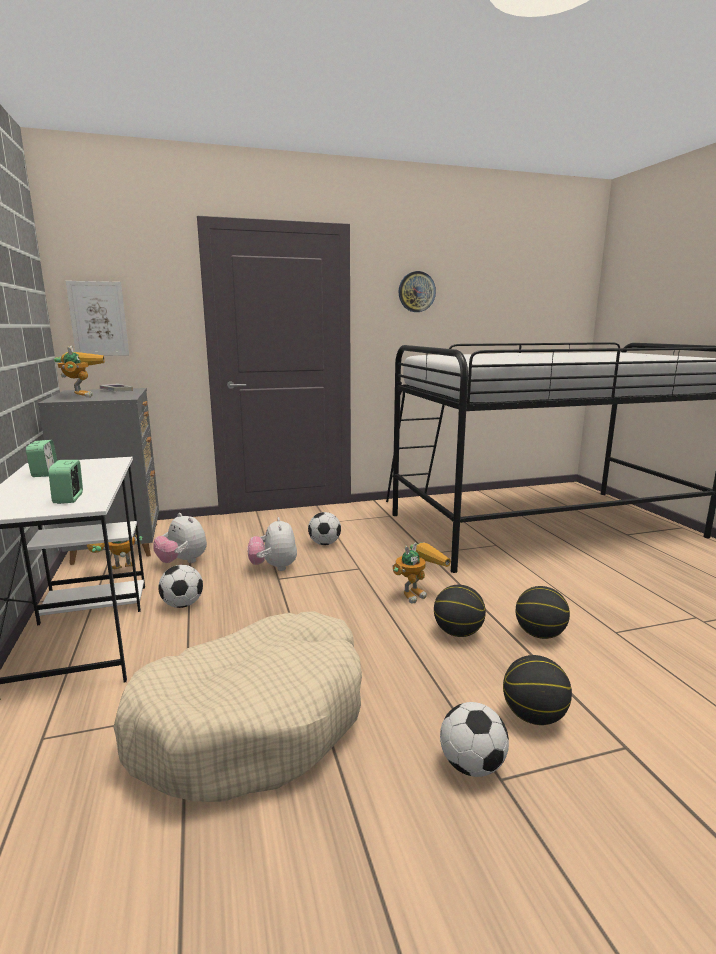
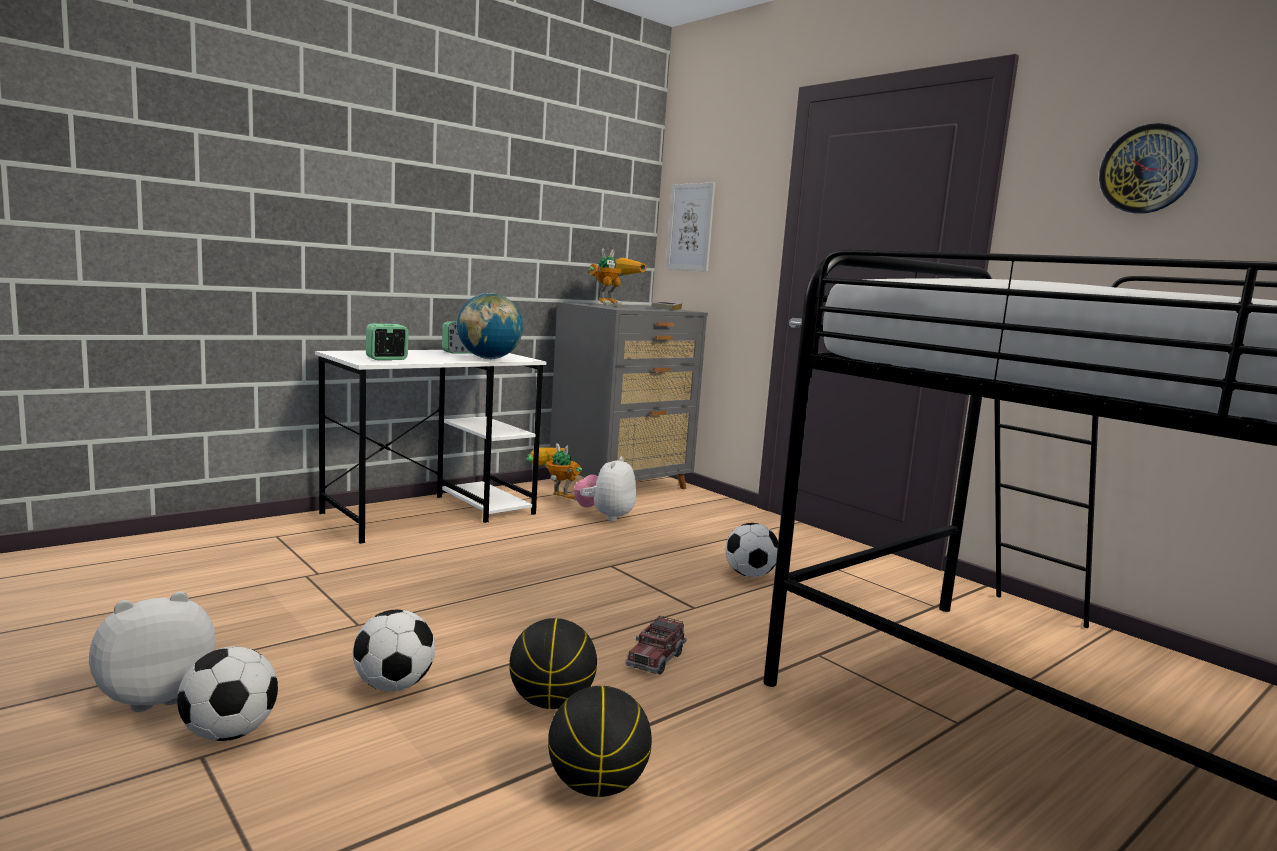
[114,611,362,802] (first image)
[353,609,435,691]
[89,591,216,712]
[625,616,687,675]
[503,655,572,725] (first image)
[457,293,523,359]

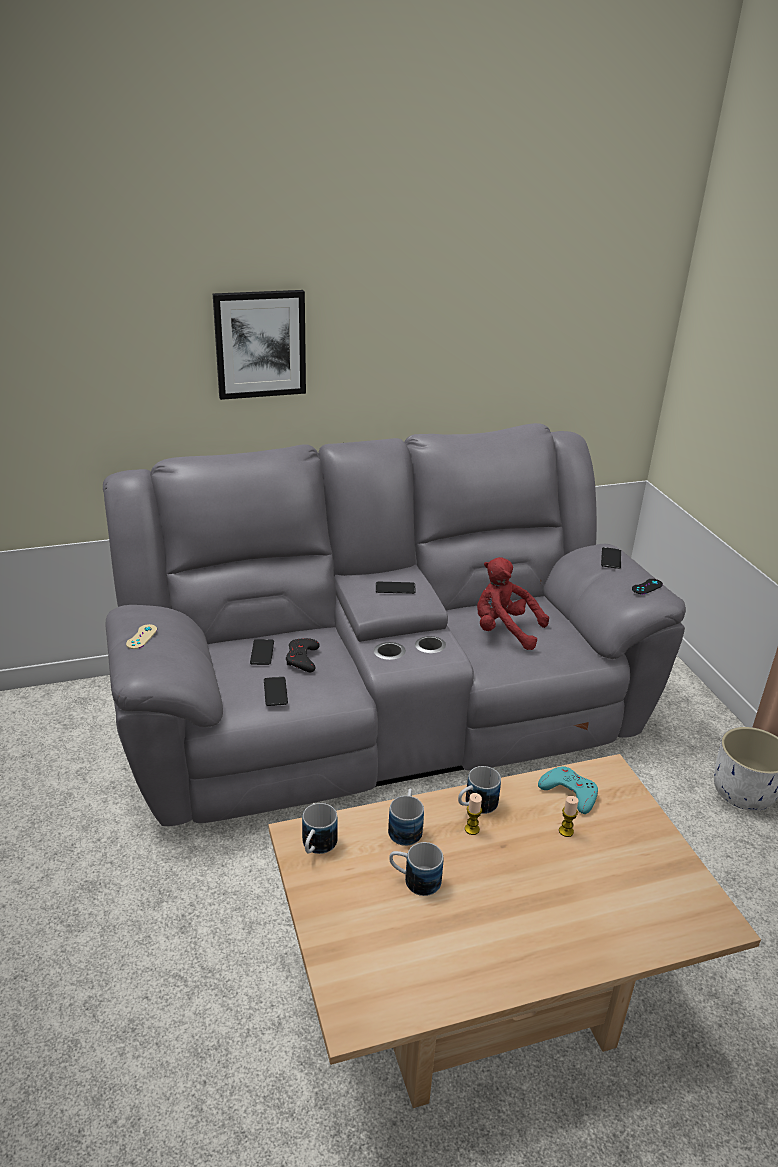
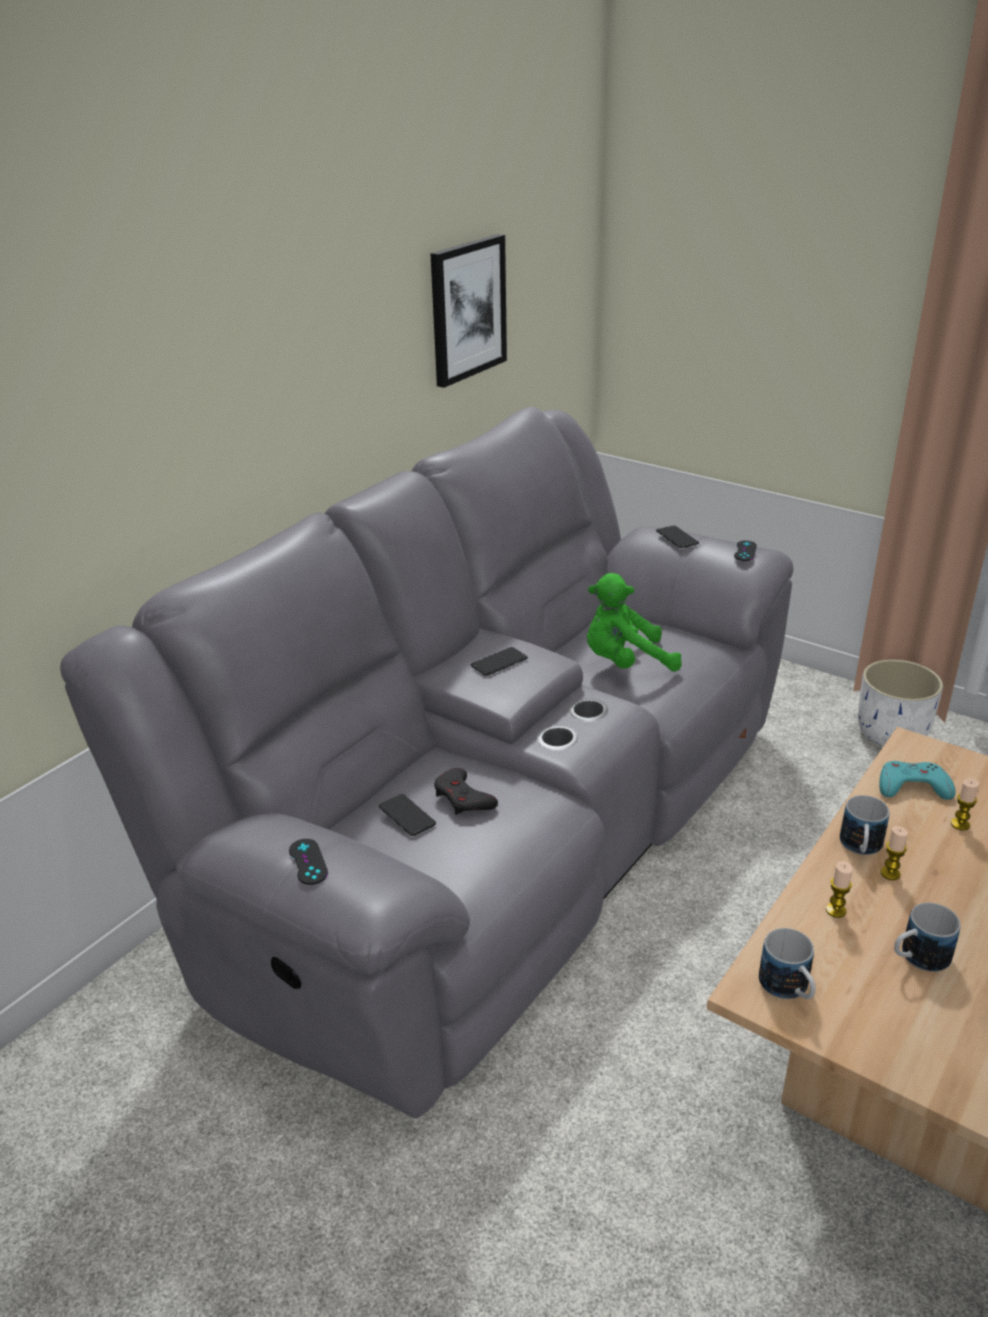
[289,839,328,885]
[430,234,507,388]
[264,677,288,706] (first image)
[826,861,853,918]
[587,573,682,671]

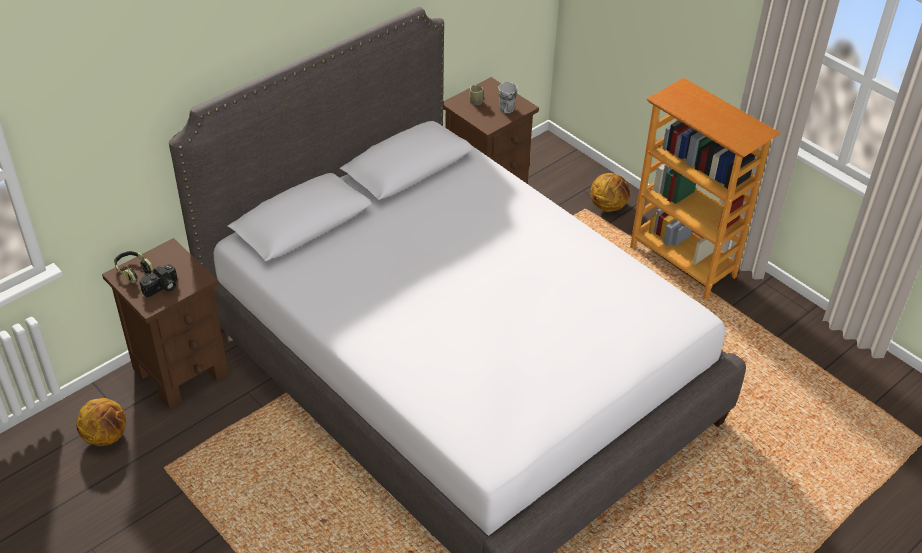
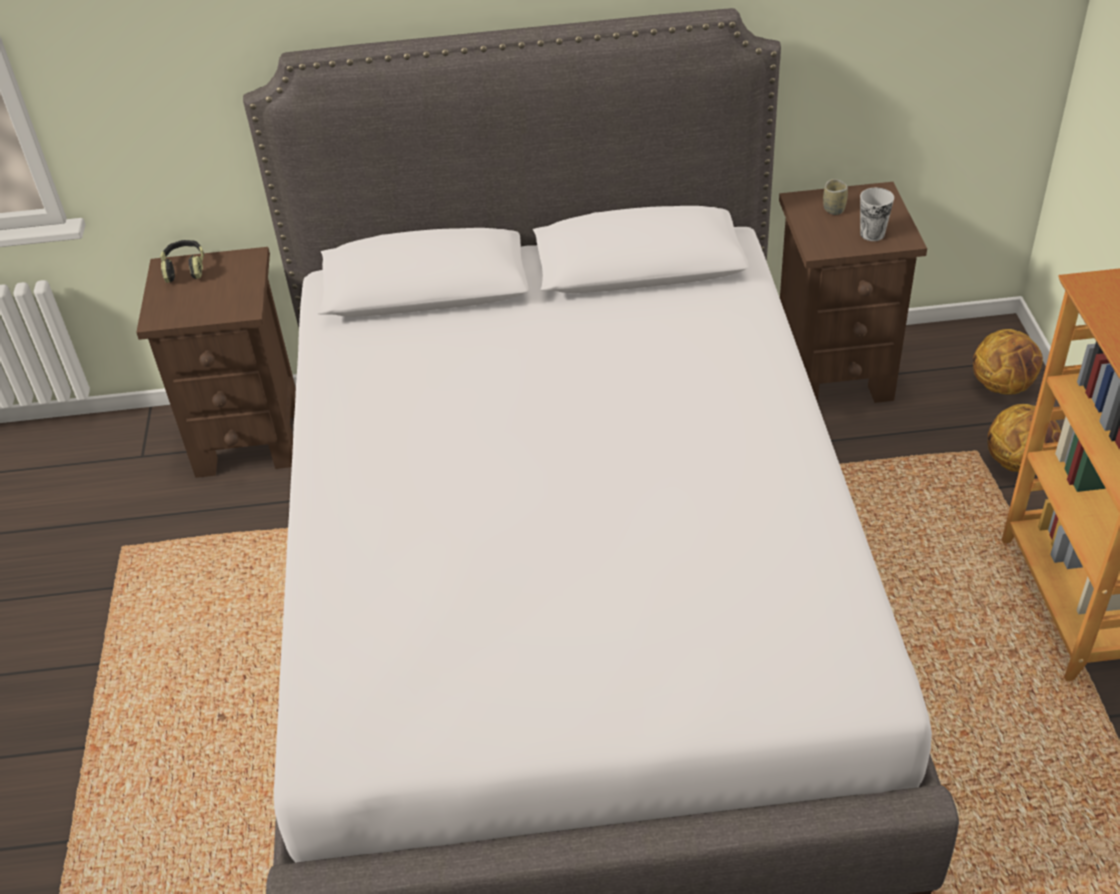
[973,329,1043,395]
[140,264,177,297] (first image)

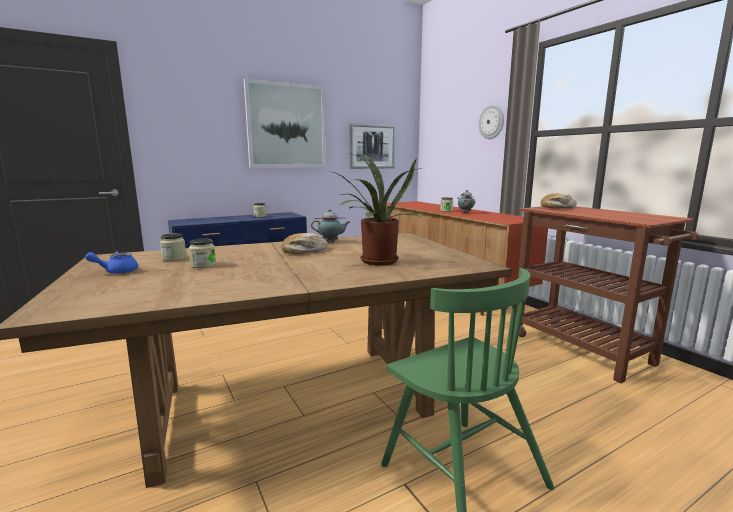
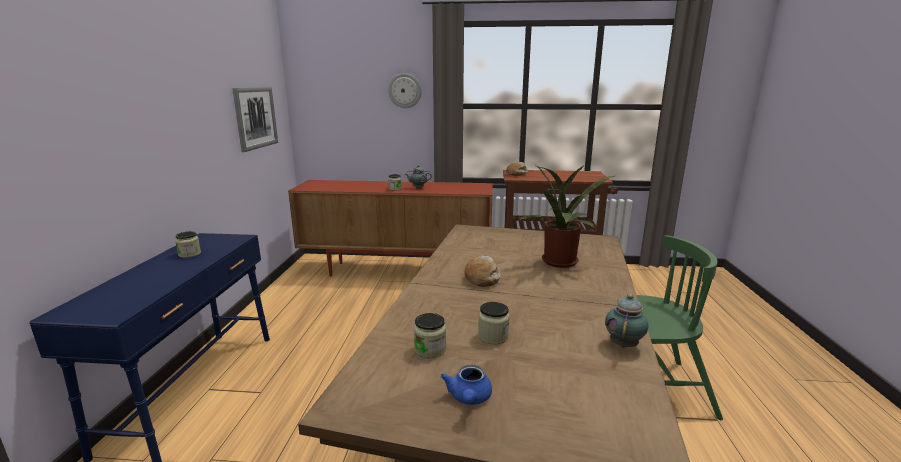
[244,79,326,168] (first image)
[605,294,648,348]

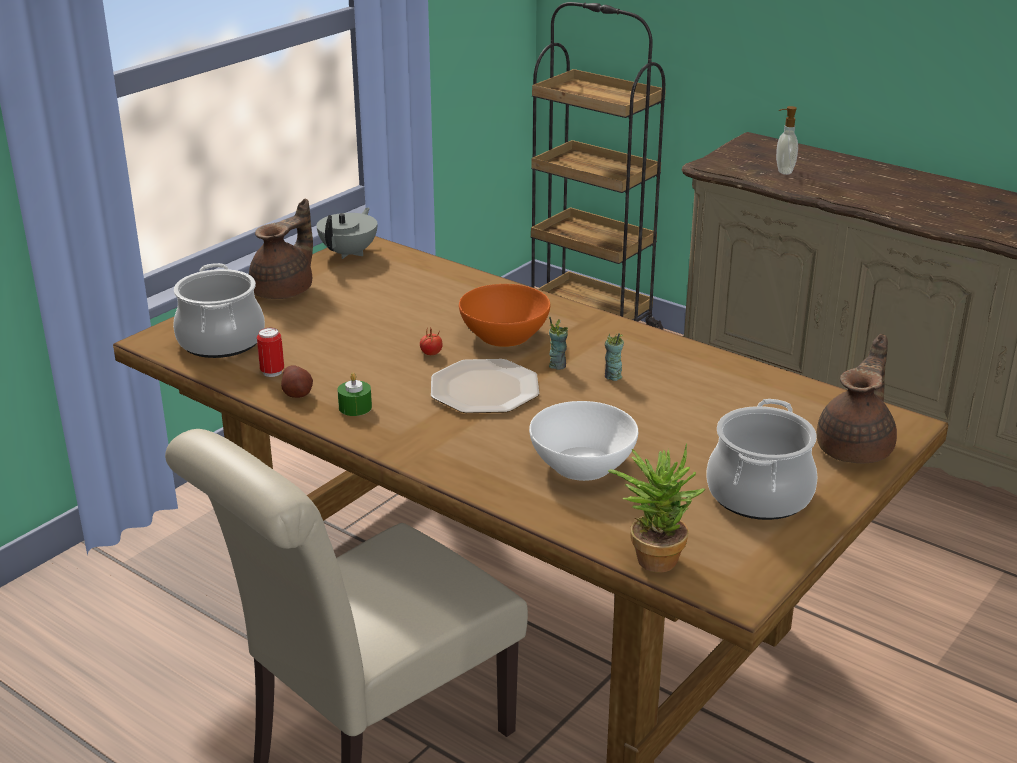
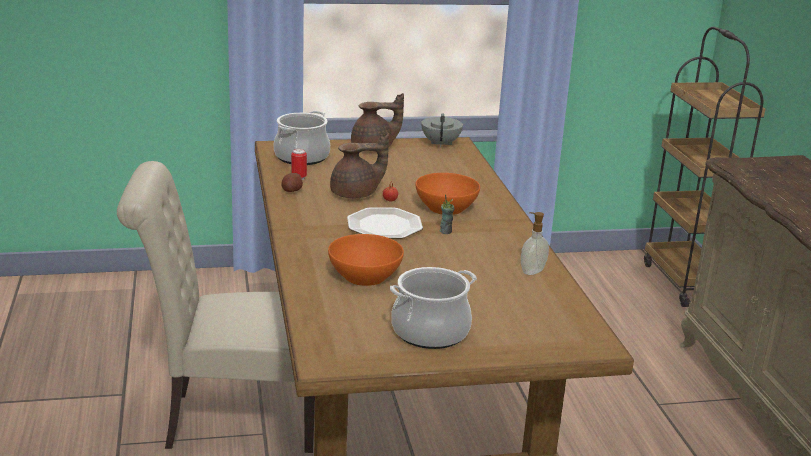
[422,113,463,147]
[338,373,372,416] (first image)
[328,234,404,286]
[605,333,624,381] (first image)
[608,444,705,573] (first image)
[521,212,549,275]
[330,132,389,198]

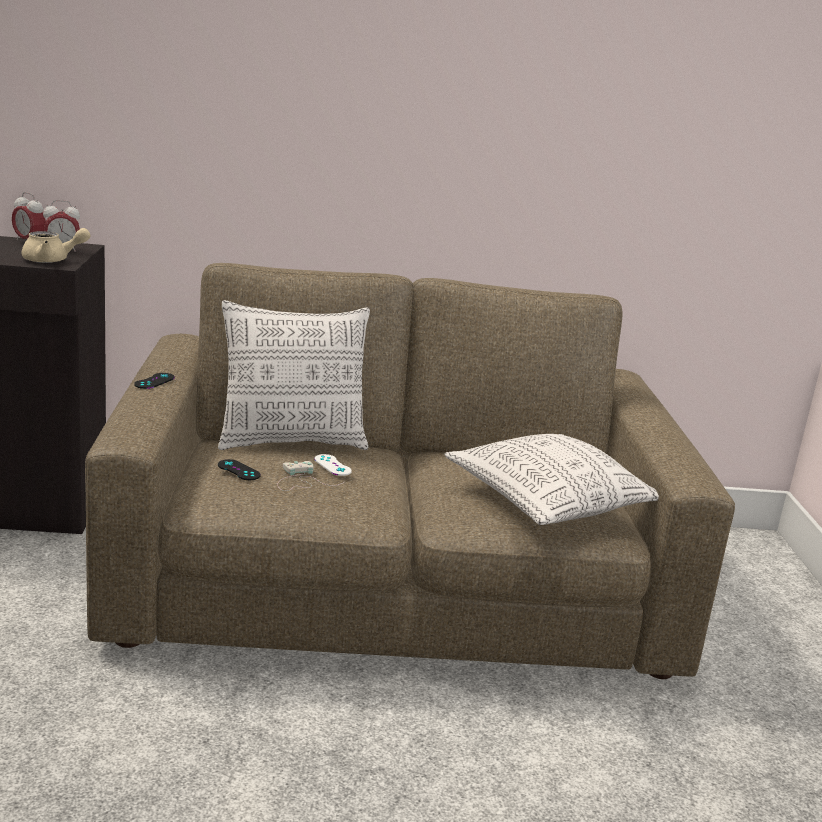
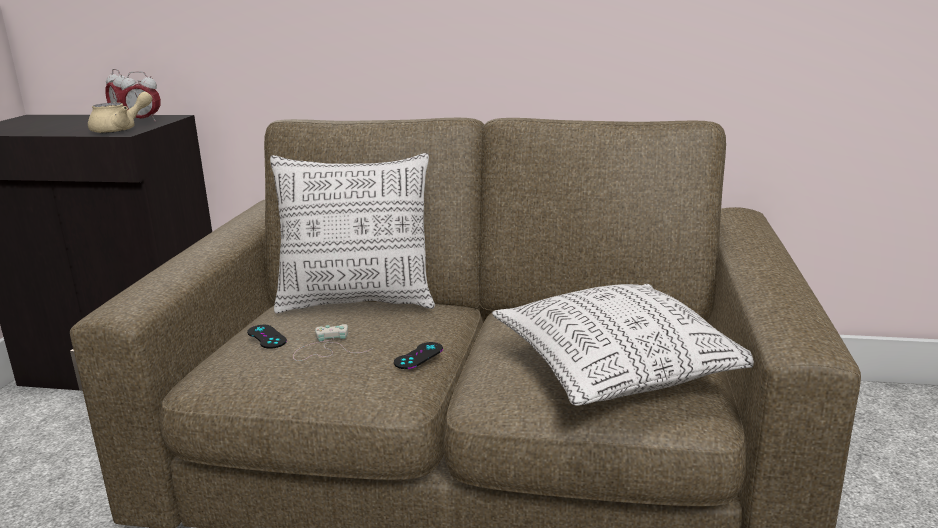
[88,92,152,133]
[394,342,443,369]
[314,454,352,476] (first image)

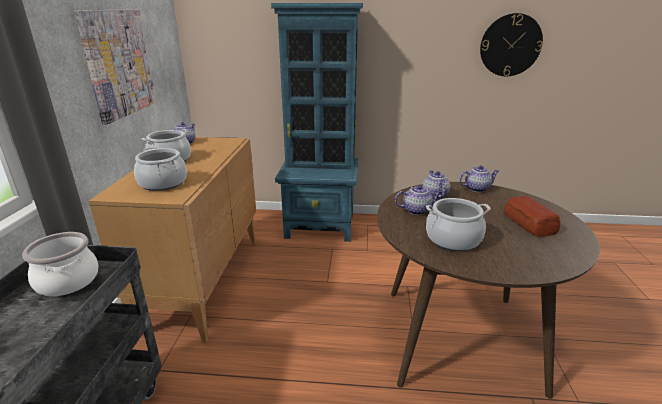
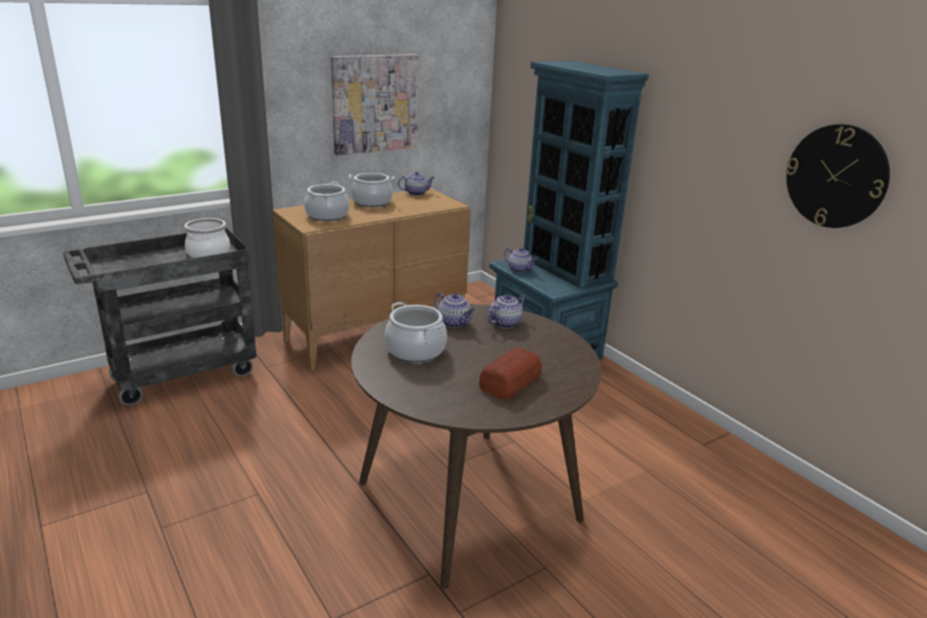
[504,248,538,273]

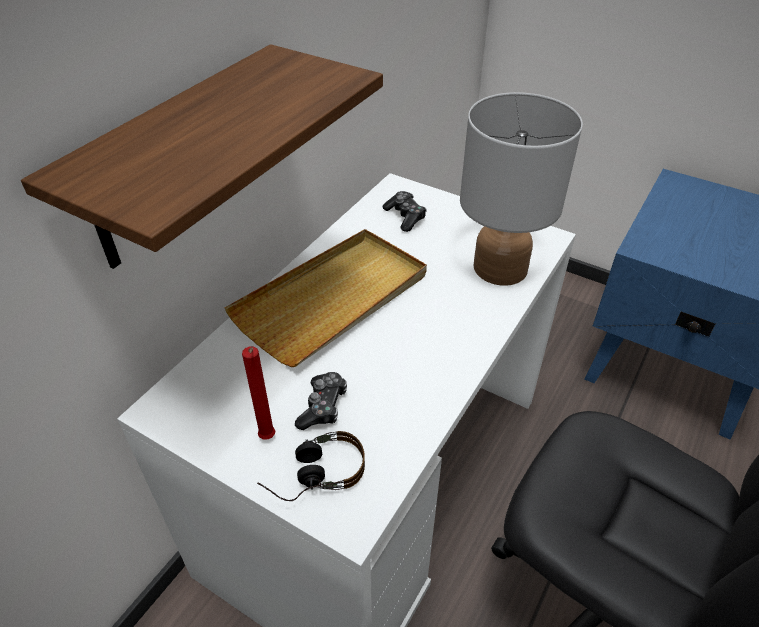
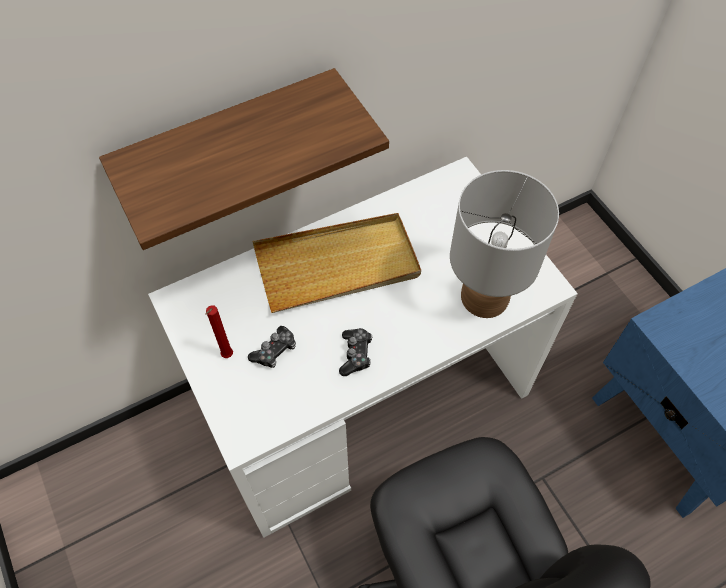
[257,431,365,501] (first image)
[339,328,372,376]

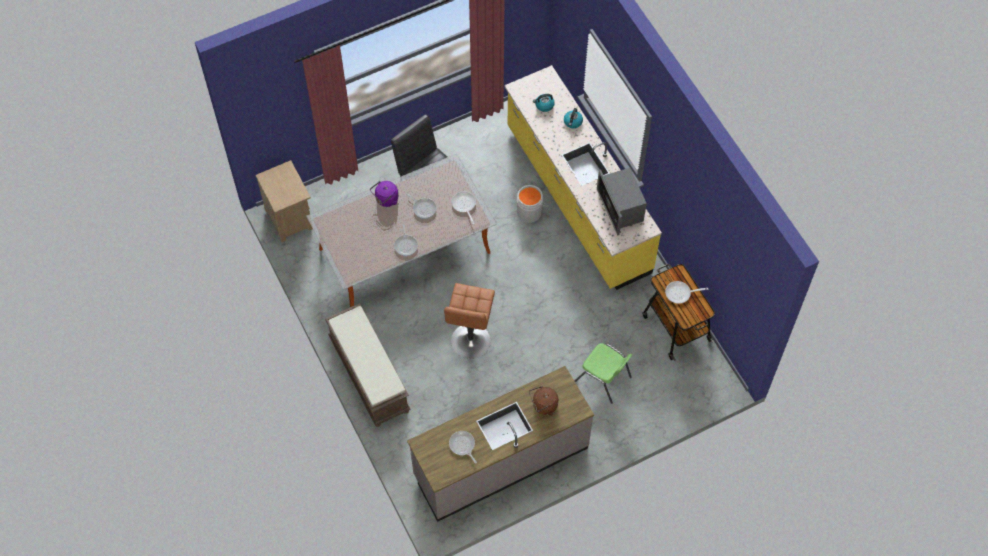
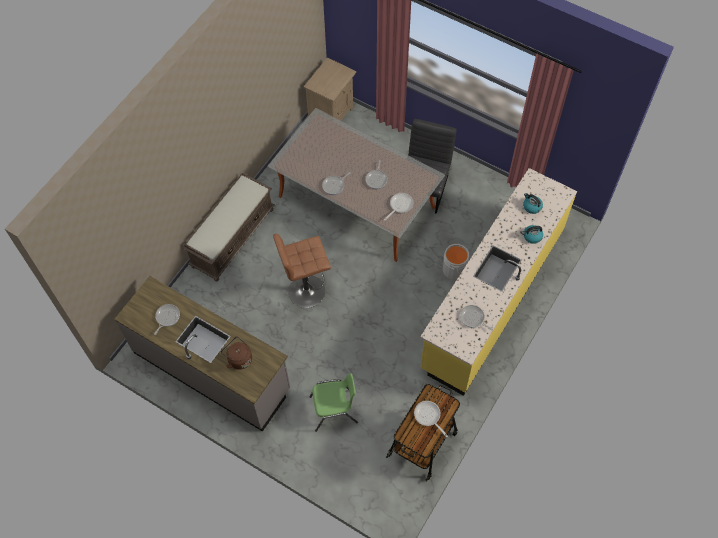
[370,181,398,207] (first image)
[310,373,358,432]
[460,305,493,331]

